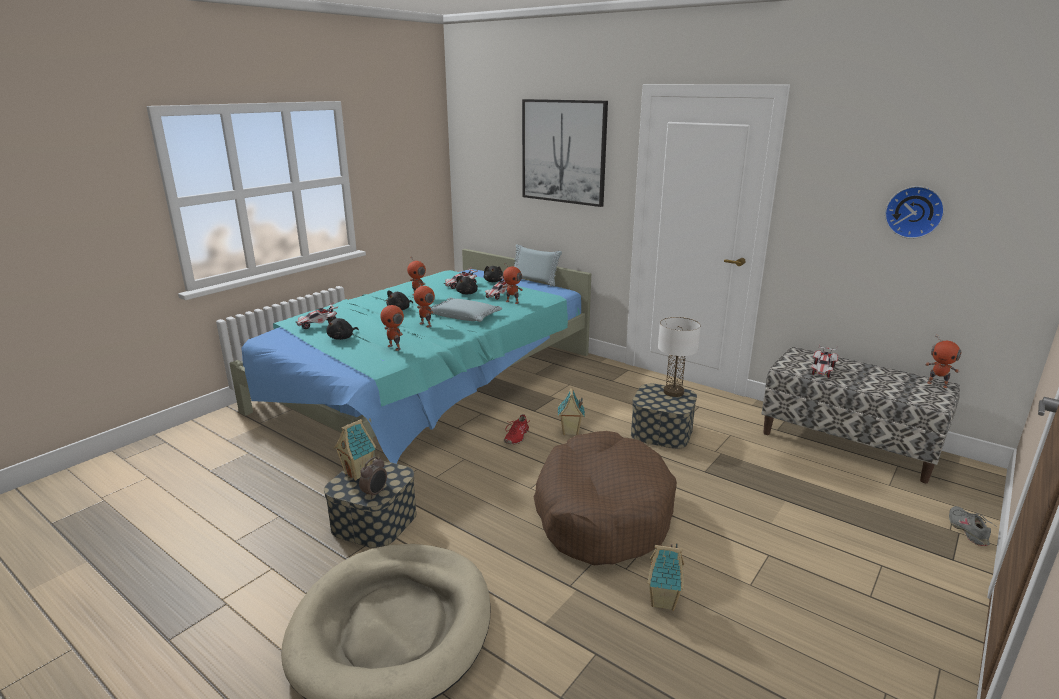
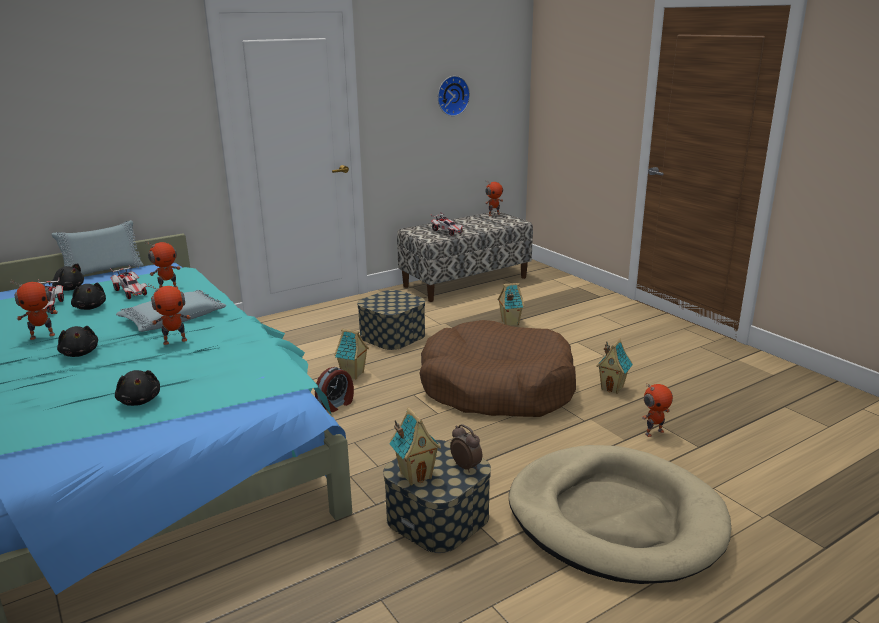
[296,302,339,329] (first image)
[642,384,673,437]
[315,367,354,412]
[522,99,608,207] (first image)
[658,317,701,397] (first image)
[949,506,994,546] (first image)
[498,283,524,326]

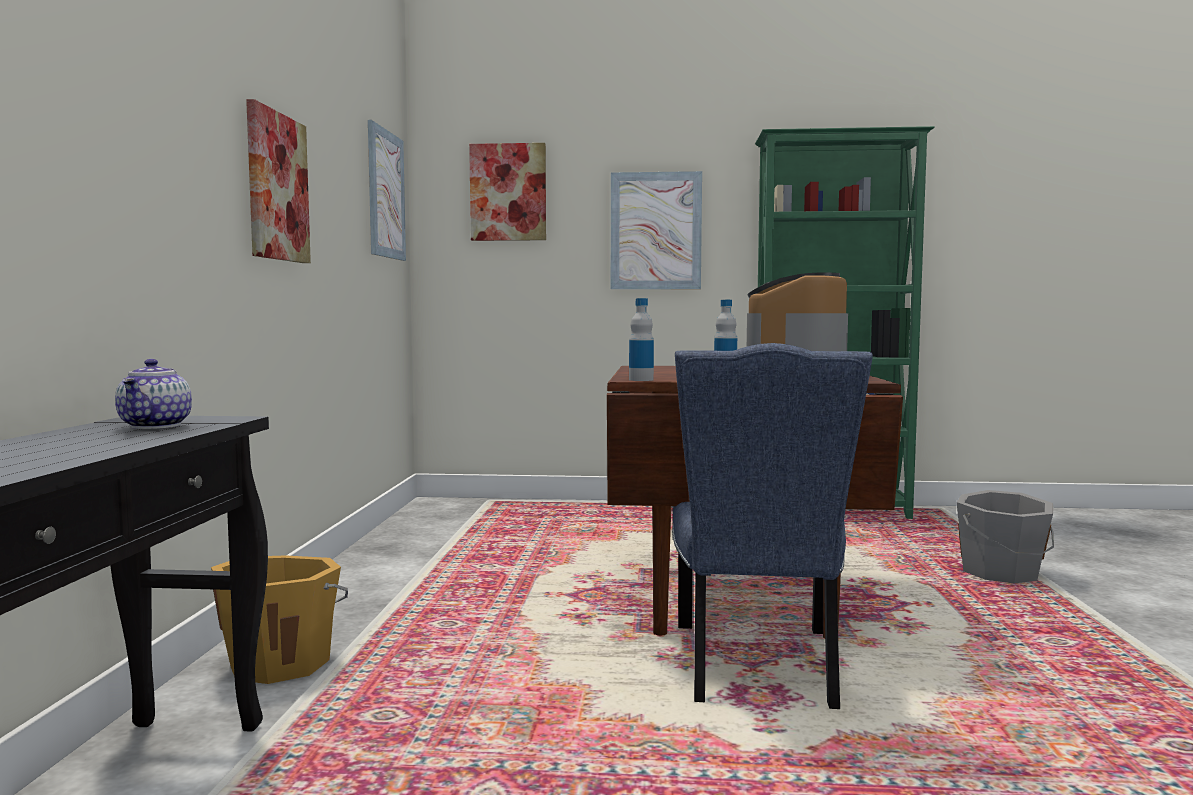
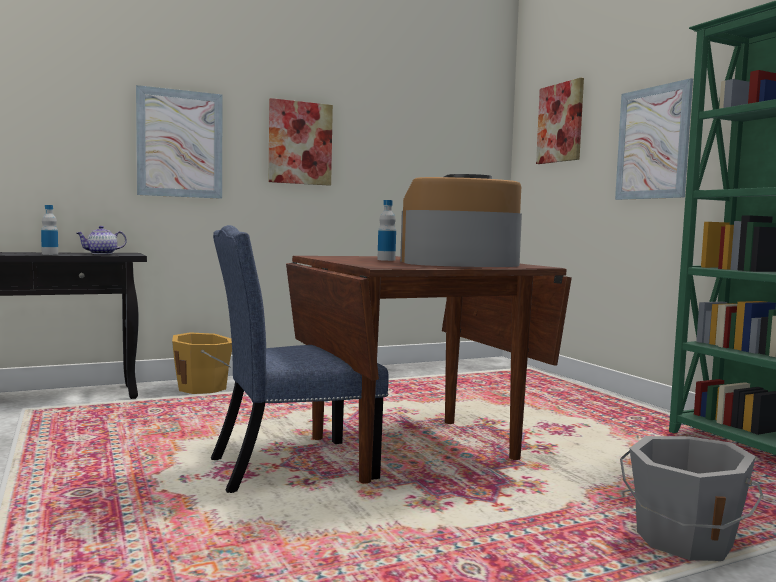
[136,85,222,199]
[41,205,58,255]

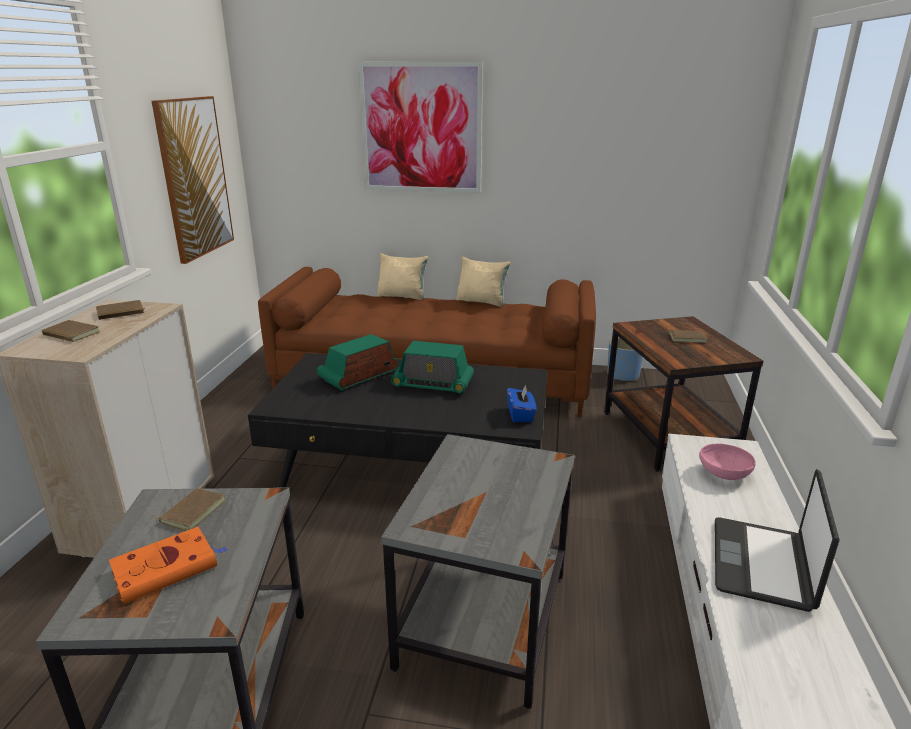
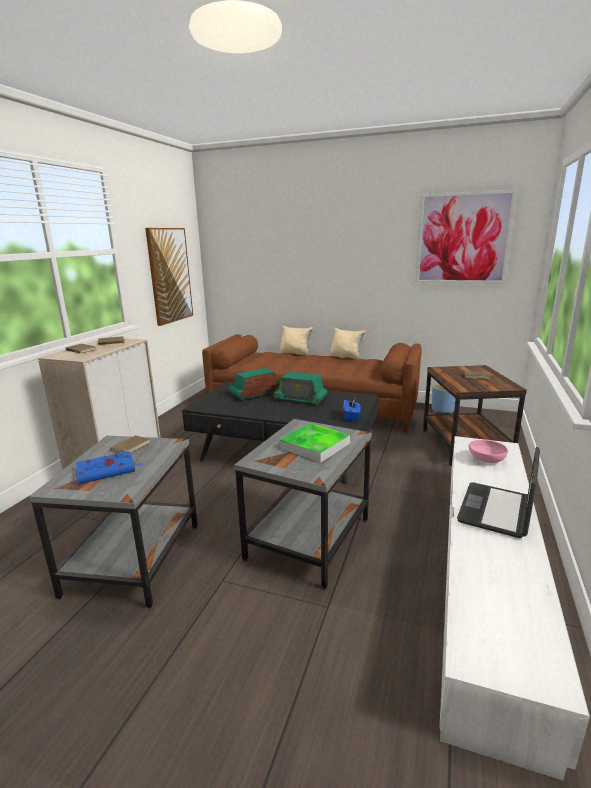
[76,451,144,484]
[416,189,517,284]
[280,423,350,463]

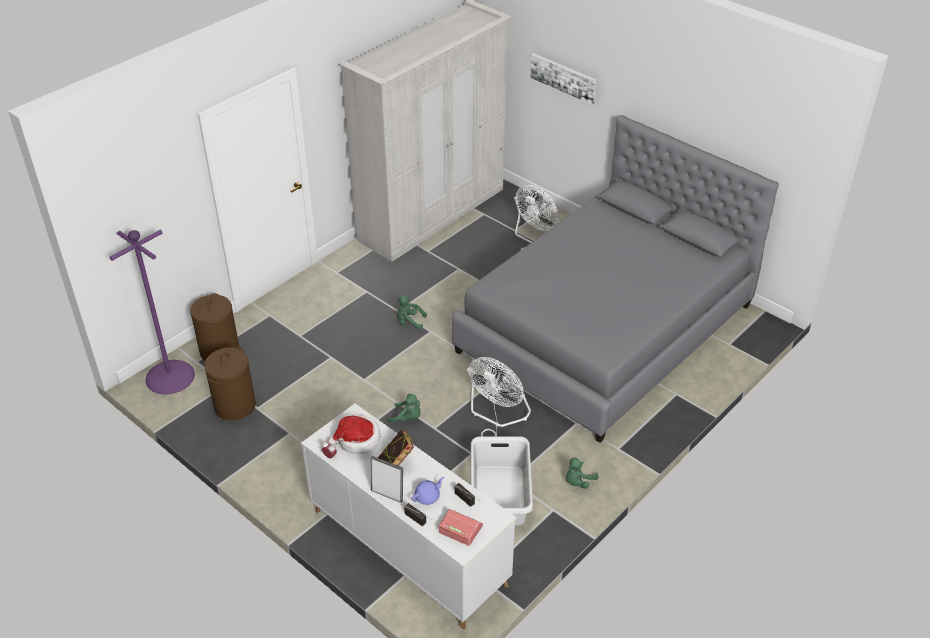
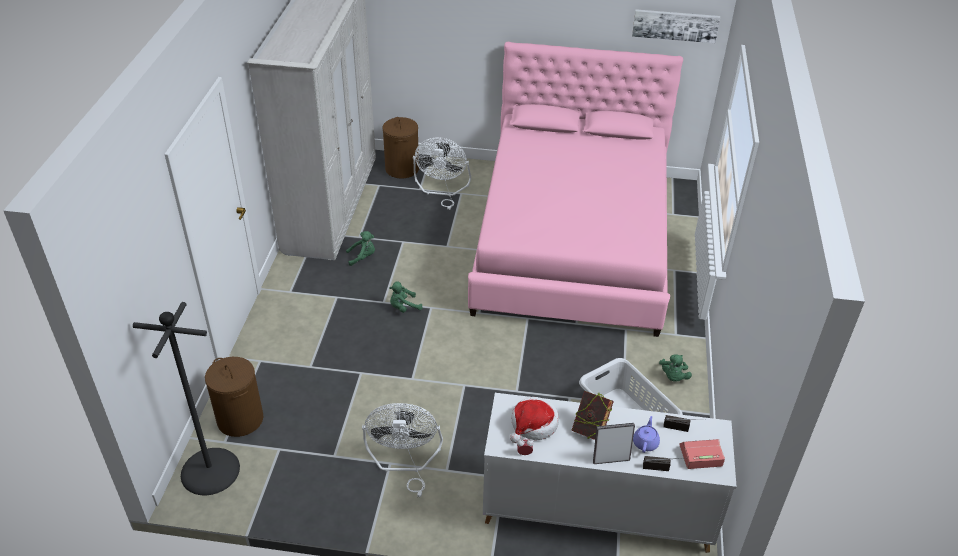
[133,302,240,496]
[383,117,419,179]
[346,231,375,266]
[468,42,683,337]
[362,403,443,497]
[632,9,720,43]

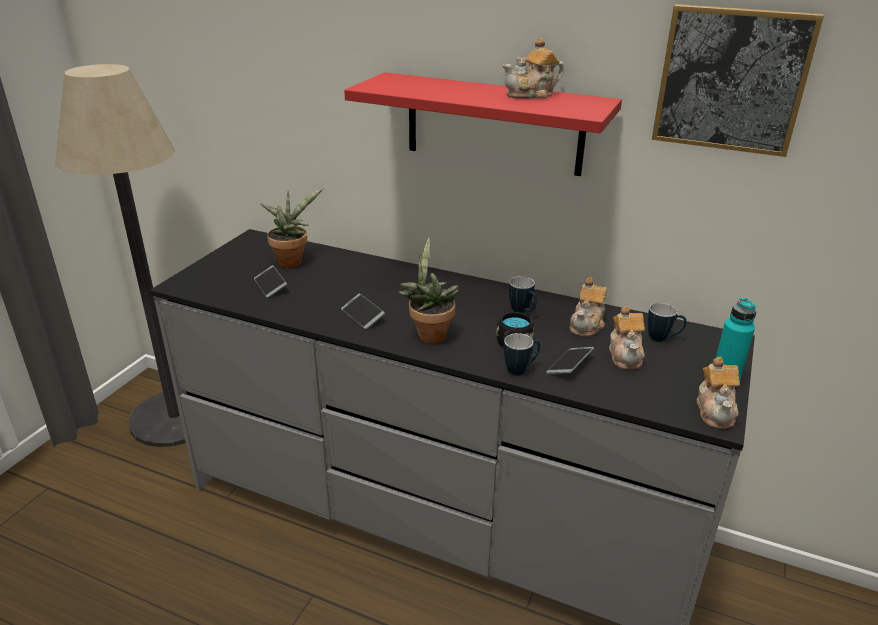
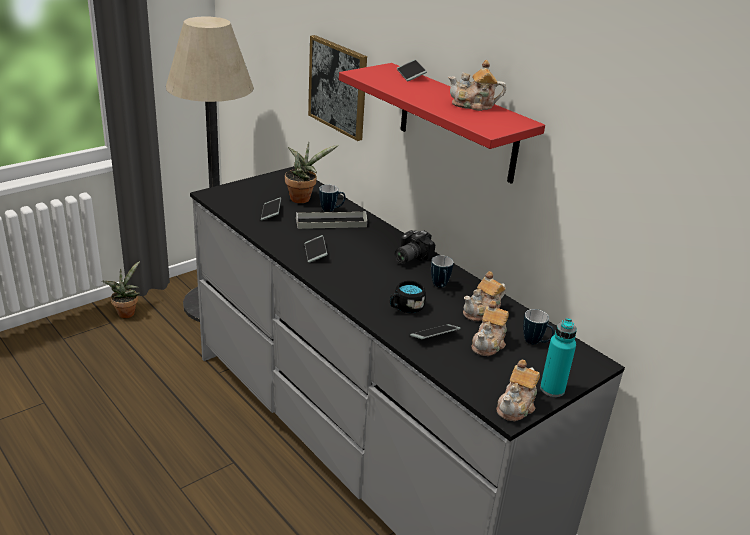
[102,261,140,318]
[319,185,346,212]
[308,35,367,141]
[296,211,367,229]
[395,230,435,264]
[397,60,427,81]

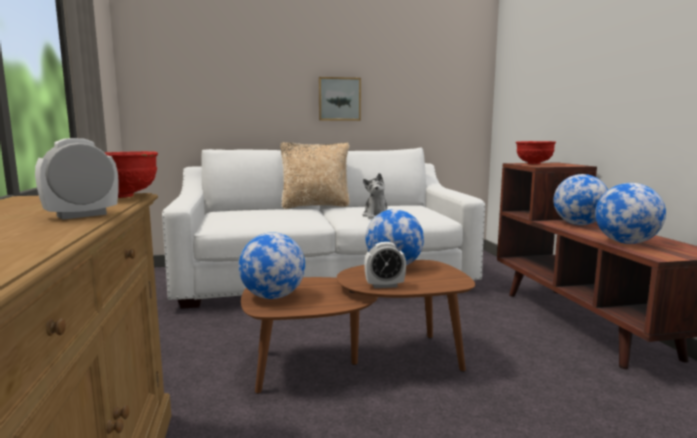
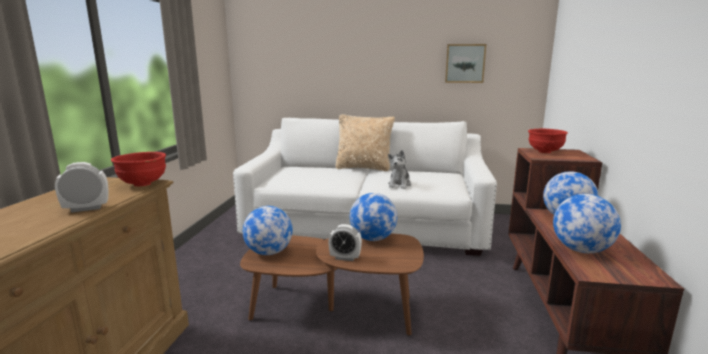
[445,44,486,83]

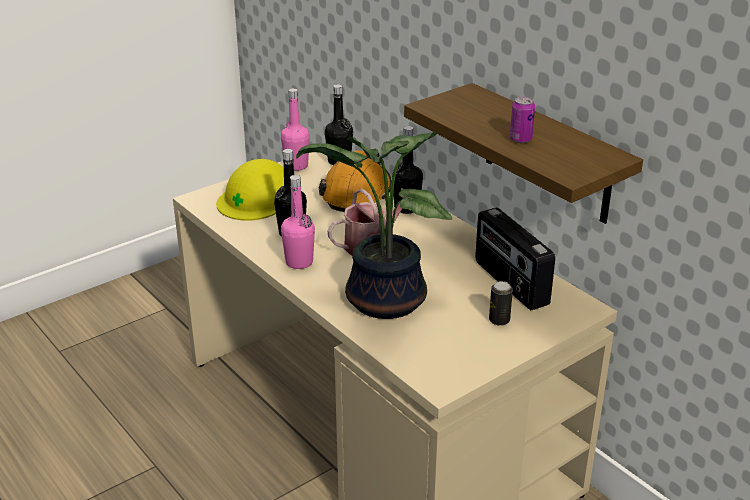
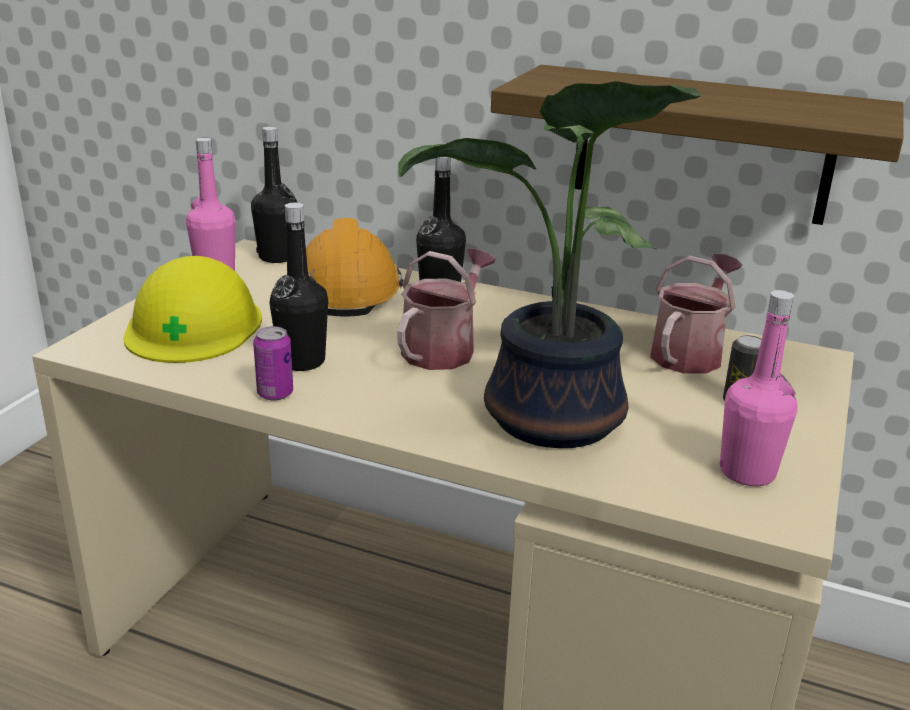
[720,290,798,486]
[650,254,742,374]
[253,326,293,400]

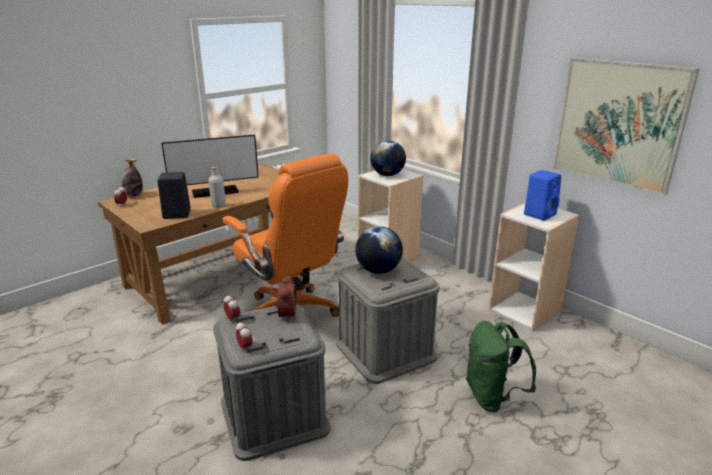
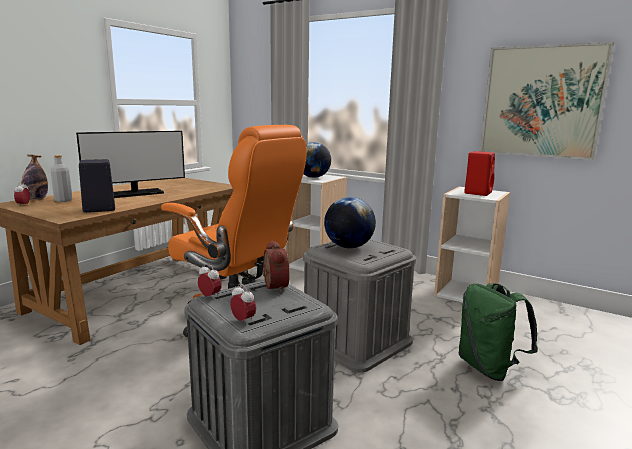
[51,155,72,202]
[464,151,495,196]

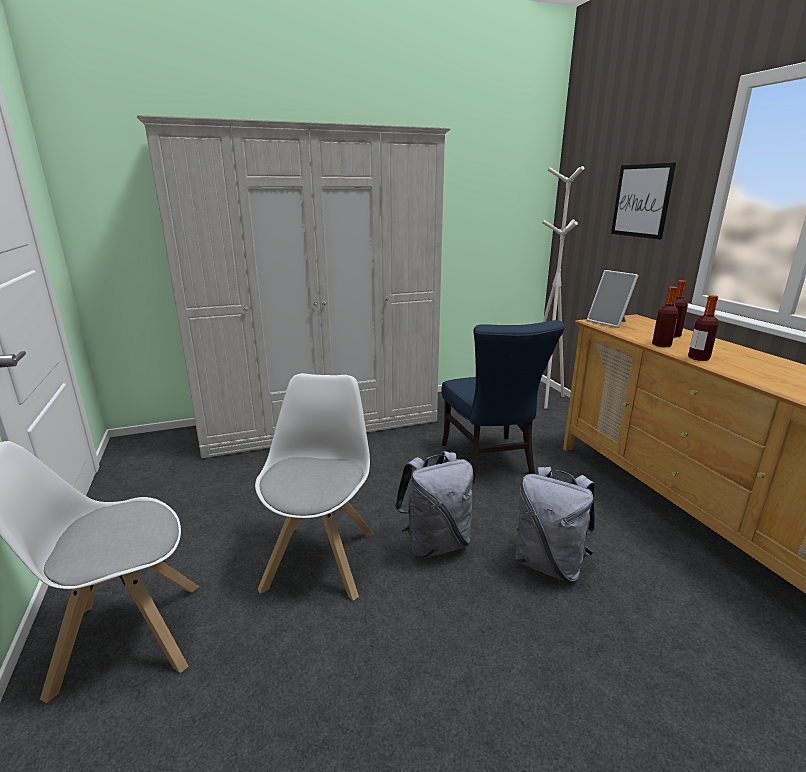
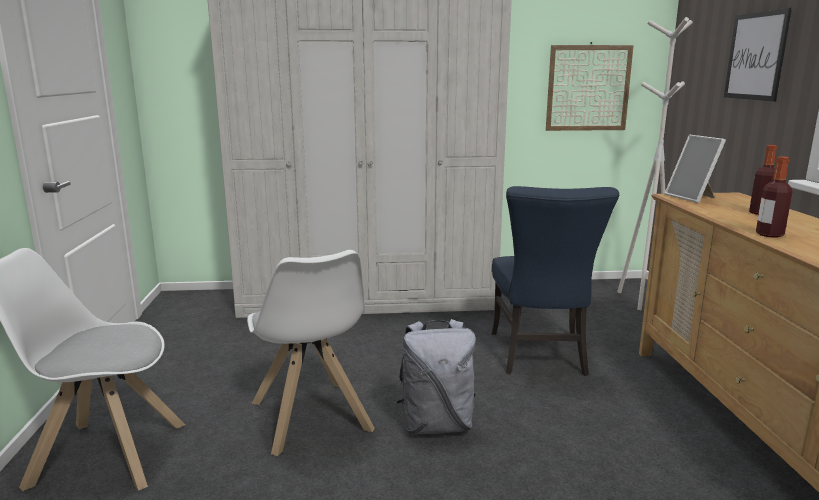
[247,250,374,456]
[516,467,595,582] (first image)
[652,286,679,347] (first image)
[546,42,634,131]

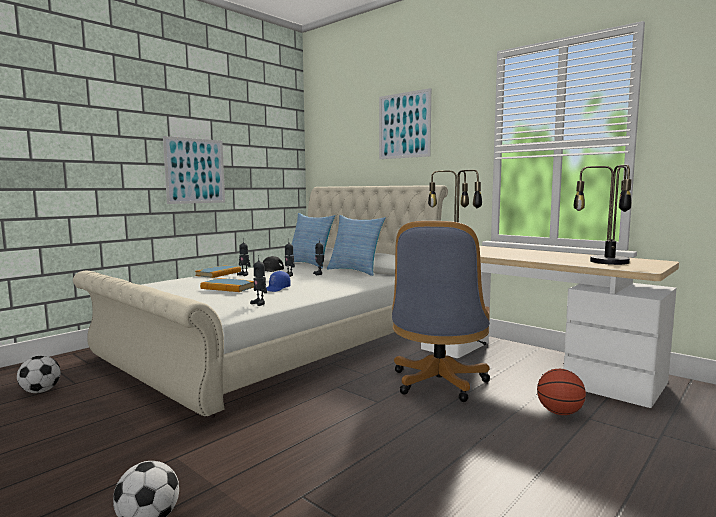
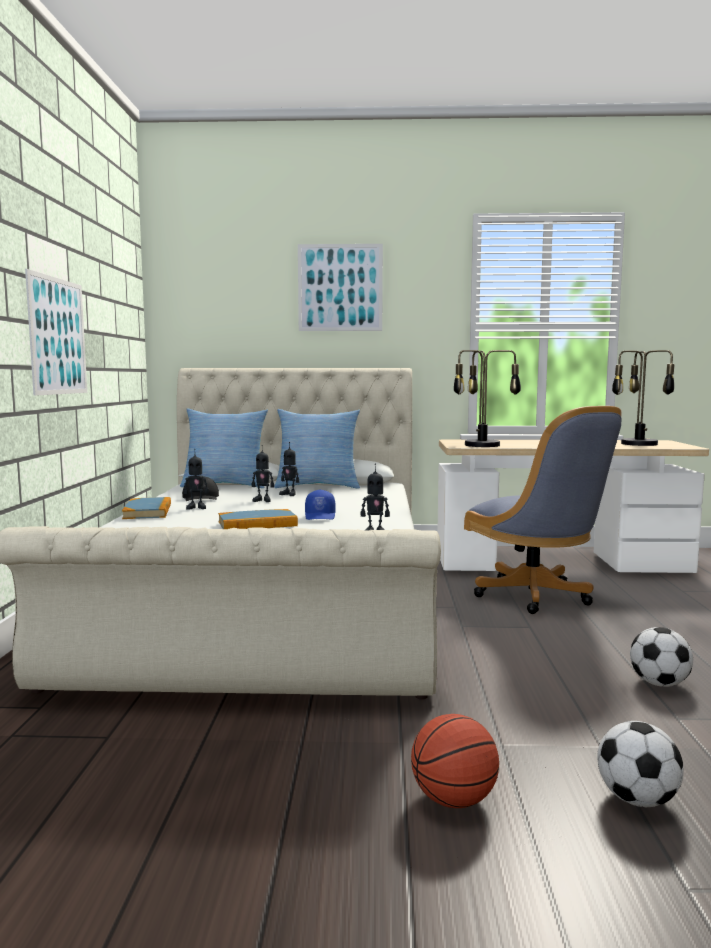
[630,627,693,687]
[411,714,499,808]

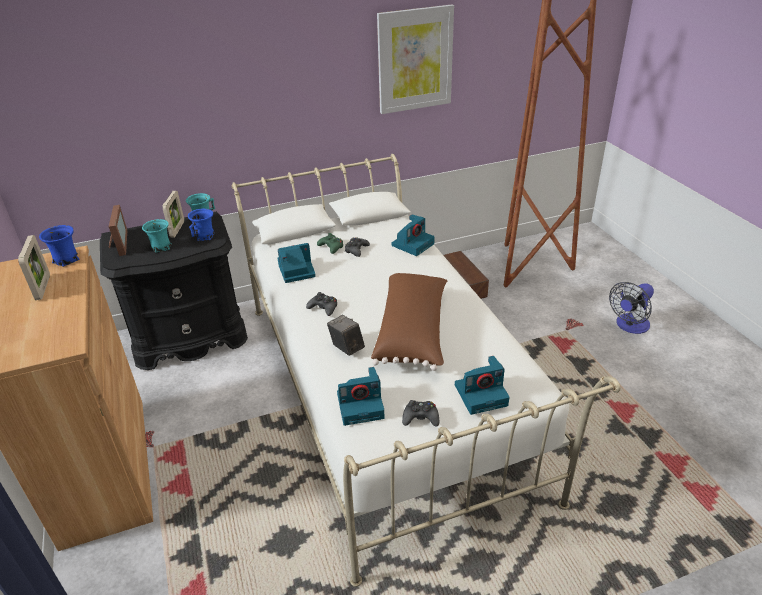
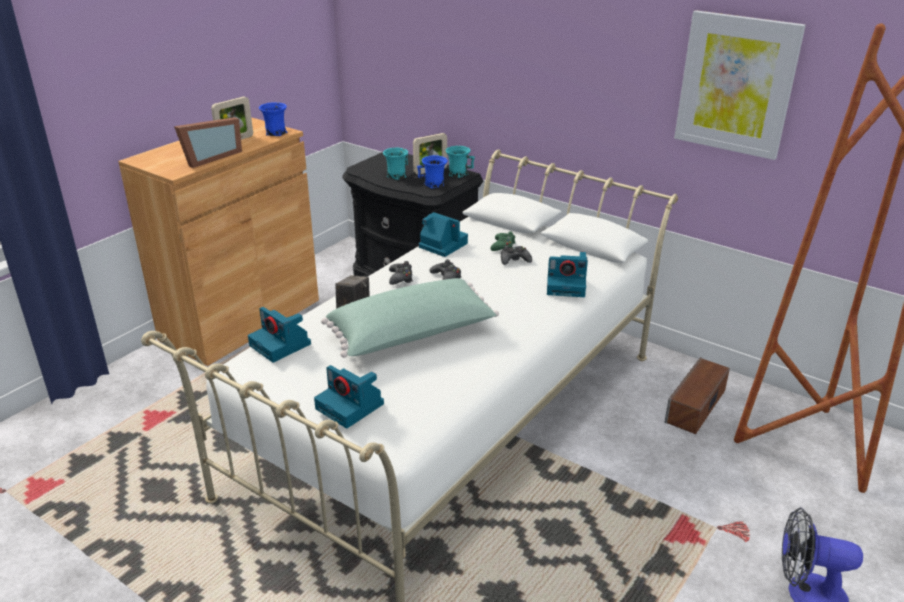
[174,117,242,168]
[321,278,499,358]
[430,259,461,280]

